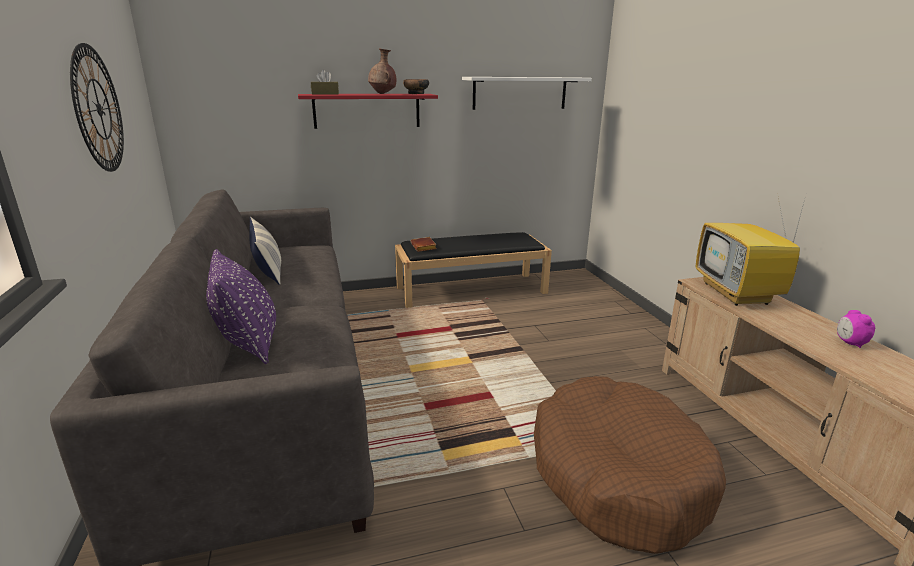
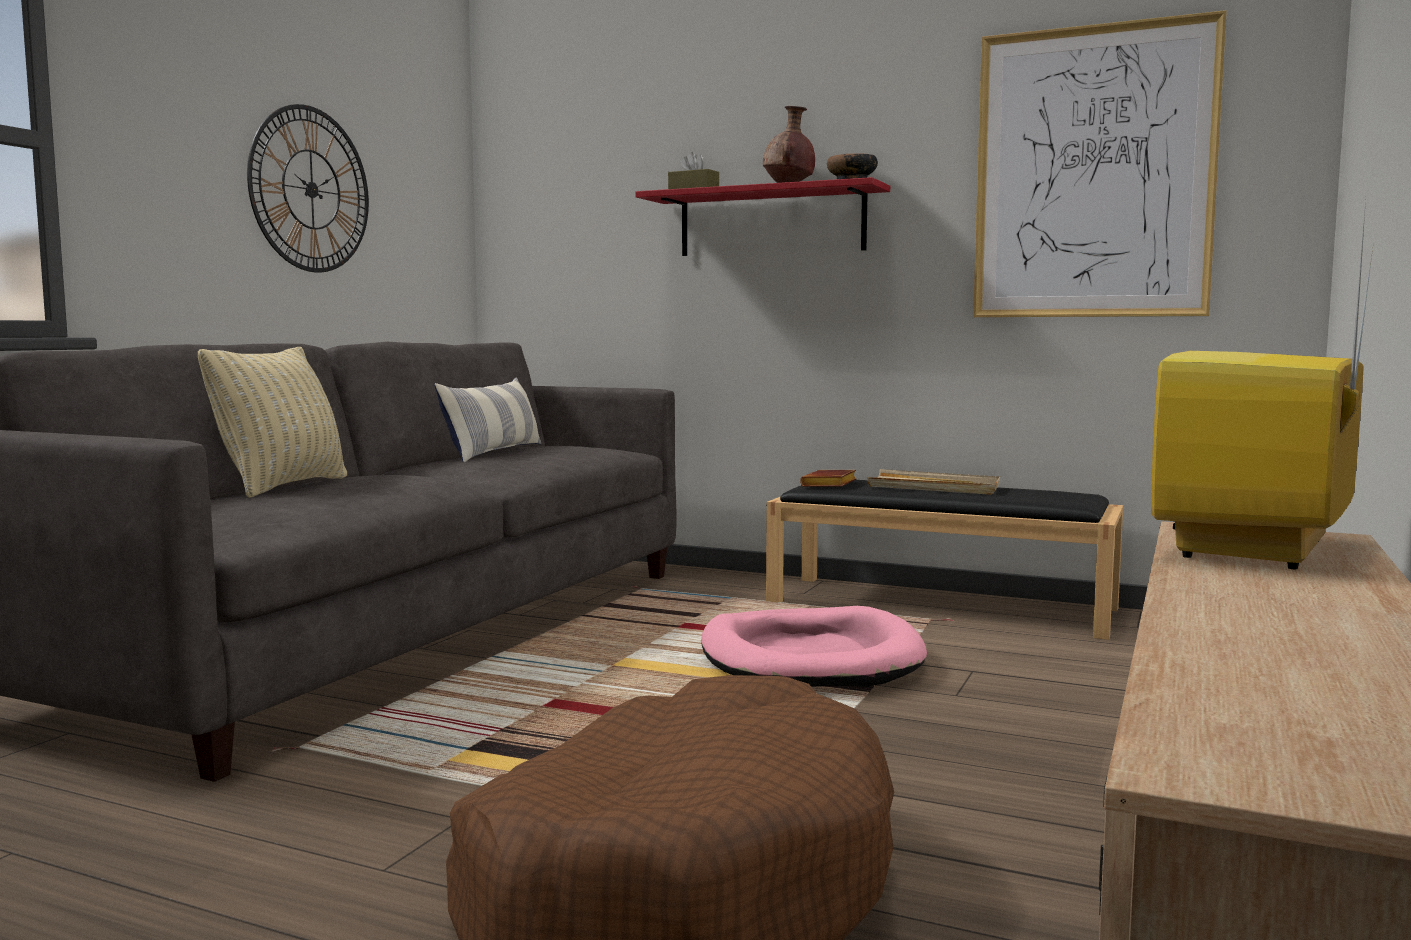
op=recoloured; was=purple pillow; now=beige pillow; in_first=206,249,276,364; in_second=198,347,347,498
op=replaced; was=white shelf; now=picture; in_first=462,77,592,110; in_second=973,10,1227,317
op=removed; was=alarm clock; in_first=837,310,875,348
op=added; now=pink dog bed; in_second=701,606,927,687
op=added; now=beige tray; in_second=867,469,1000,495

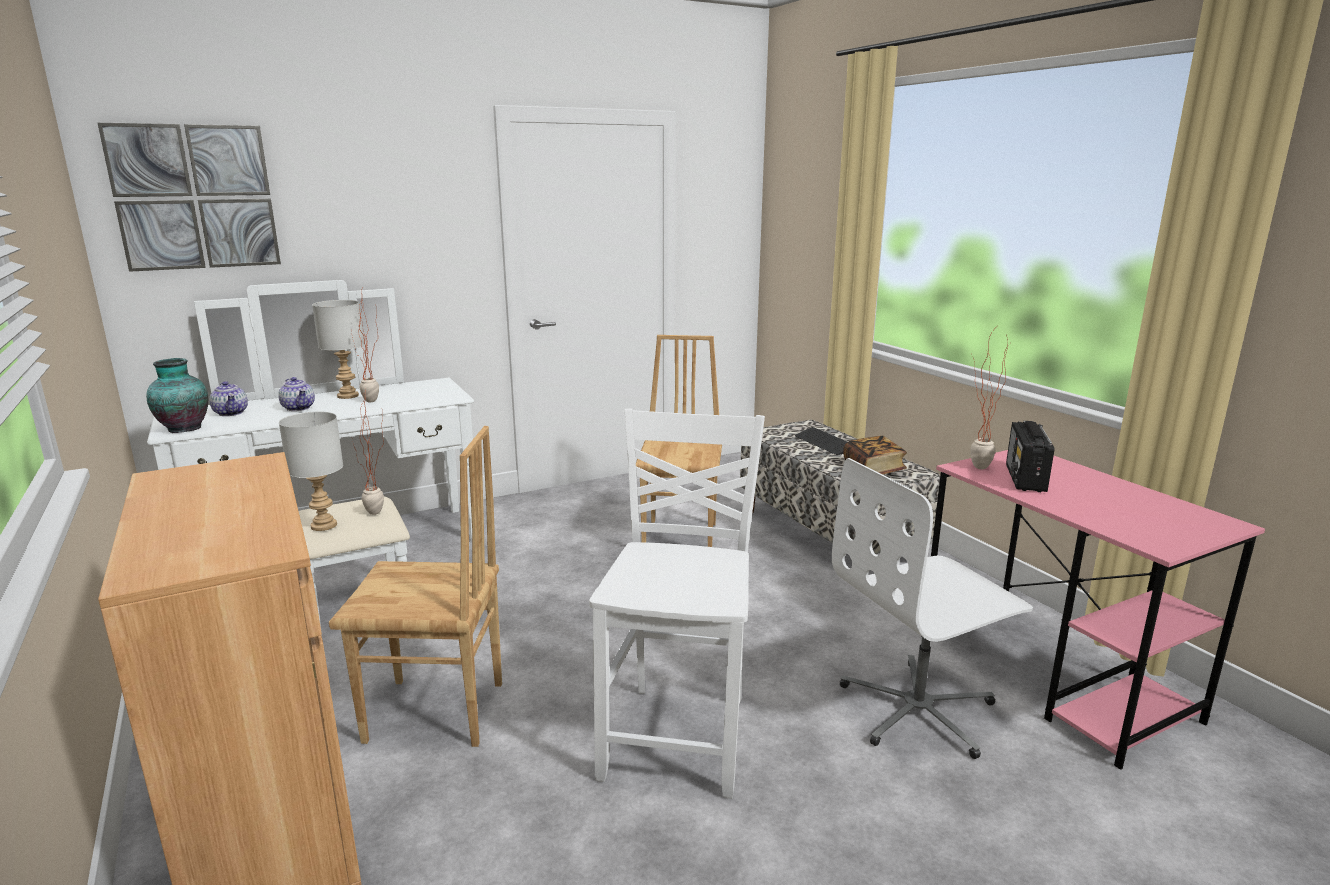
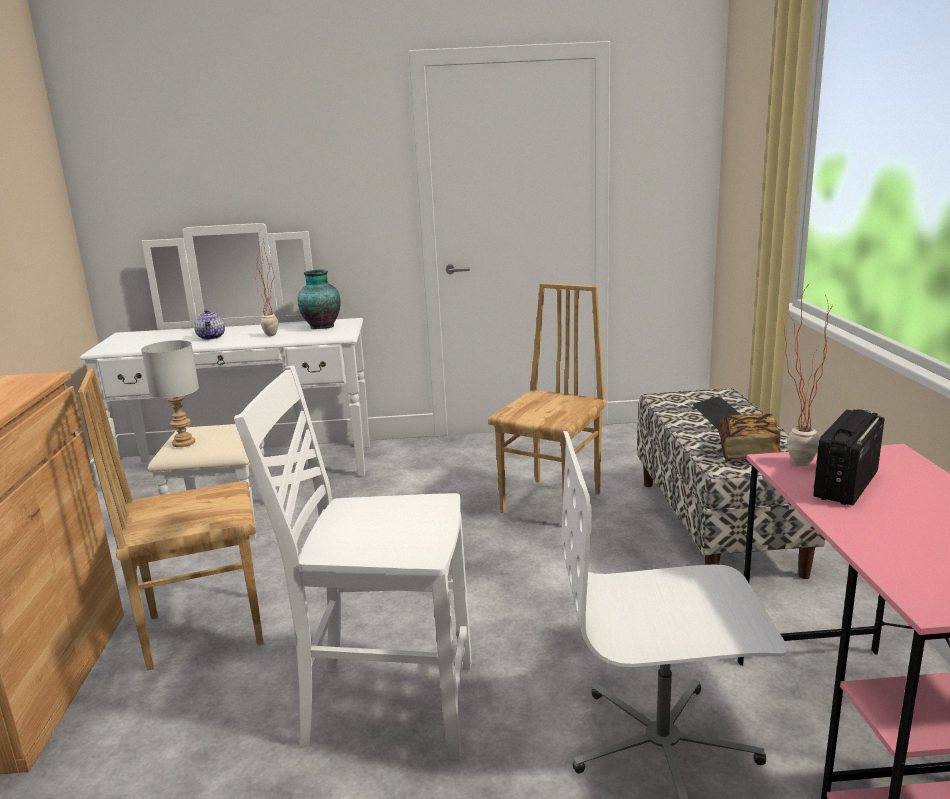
op=removed; was=picture; in_first=98,123,281,272
op=moved; was=vase; in_first=146,358,208,433; in_second=298,270,341,329
op=removed; was=teapot; in_first=209,381,248,416
op=removed; was=grey table lamp; in_first=312,300,364,399
op=turned; was=brown chair; in_first=329,426,502,747; in_second=78,367,264,671; clockwise=135
op=removed; was=potted plant; in_first=353,389,384,515
op=turned; was=white chair; in_first=589,408,765,799; in_second=234,365,472,759; clockwise=-120

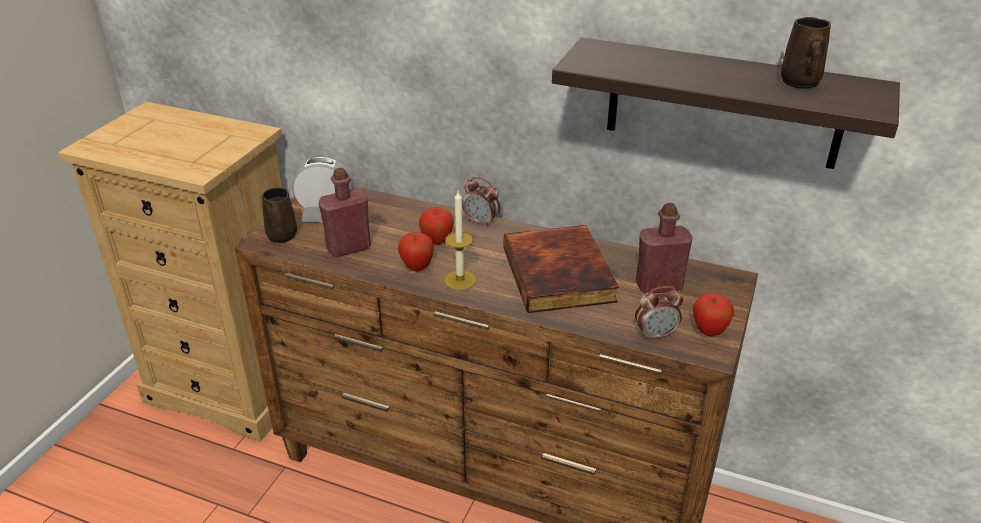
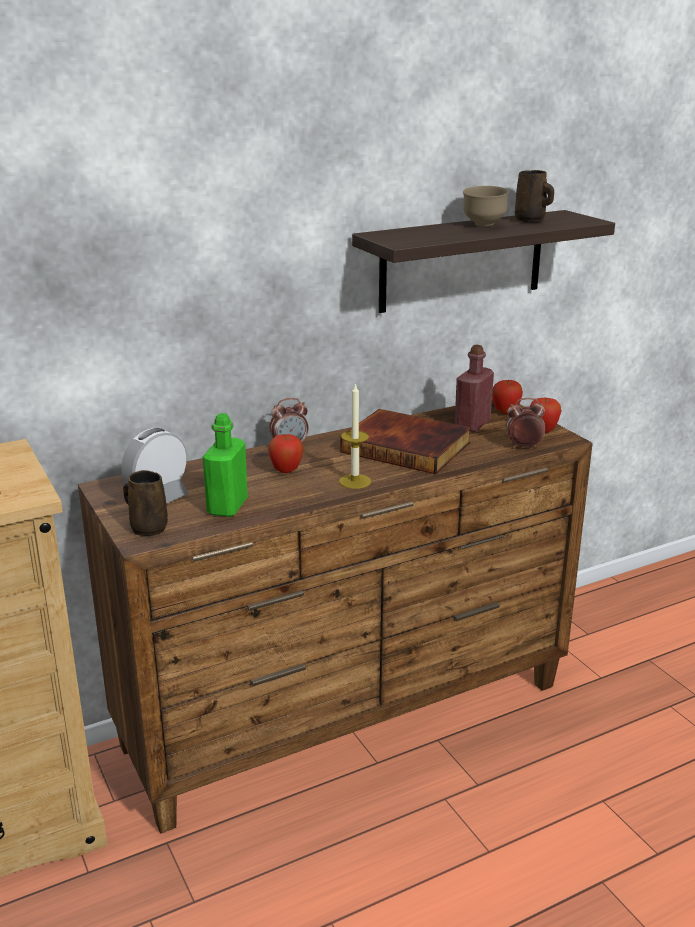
op=recoloured; was=red bottle; now=green bottle; in_first=318,168,371,257; in_second=203,413,248,517
op=moved; was=apple; in_first=398,232,434,272; in_second=492,380,523,414
op=turned; was=alarm clock; in_first=635,286,683,341; in_second=506,398,545,448; clockwise=-120
op=added; now=brown bowl; in_second=463,186,509,227

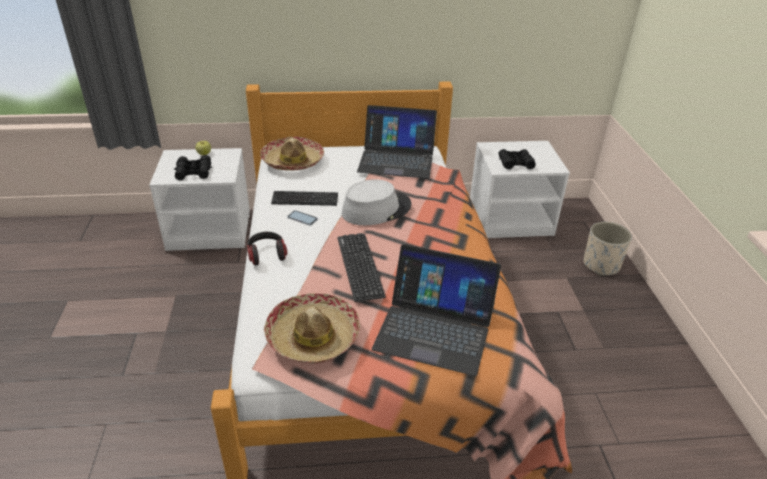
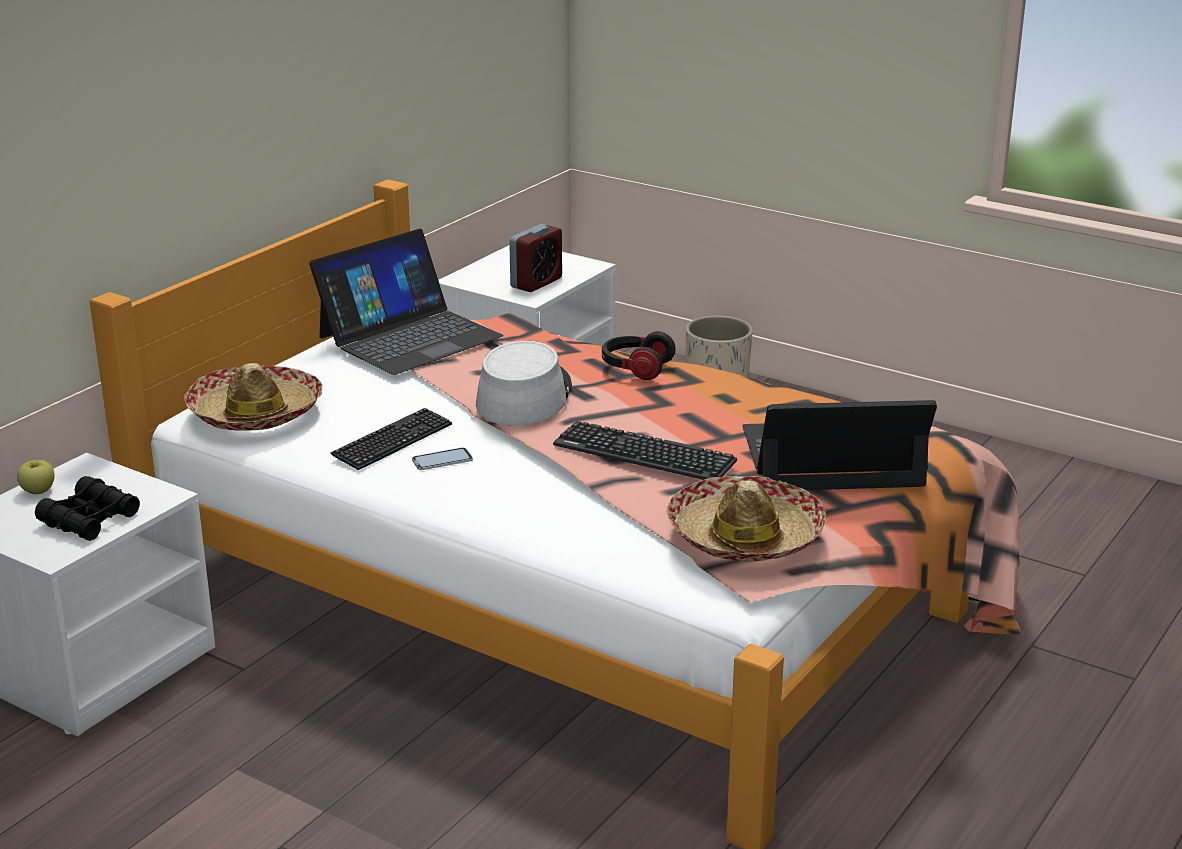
op=moved; was=headphones; in_first=247,232,287,265; in_second=602,331,676,380
op=turned; was=laptop; in_first=372,244,501,376; in_second=742,400,937,490; clockwise=-150
op=replaced; was=black binoculars; now=alarm clock; in_first=499,149,536,169; in_second=509,224,562,292

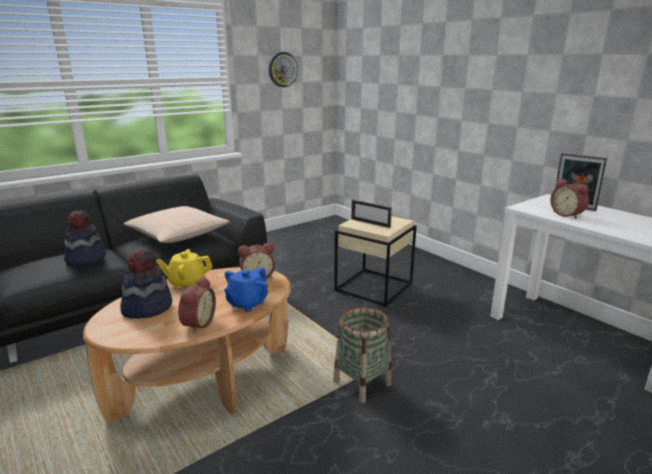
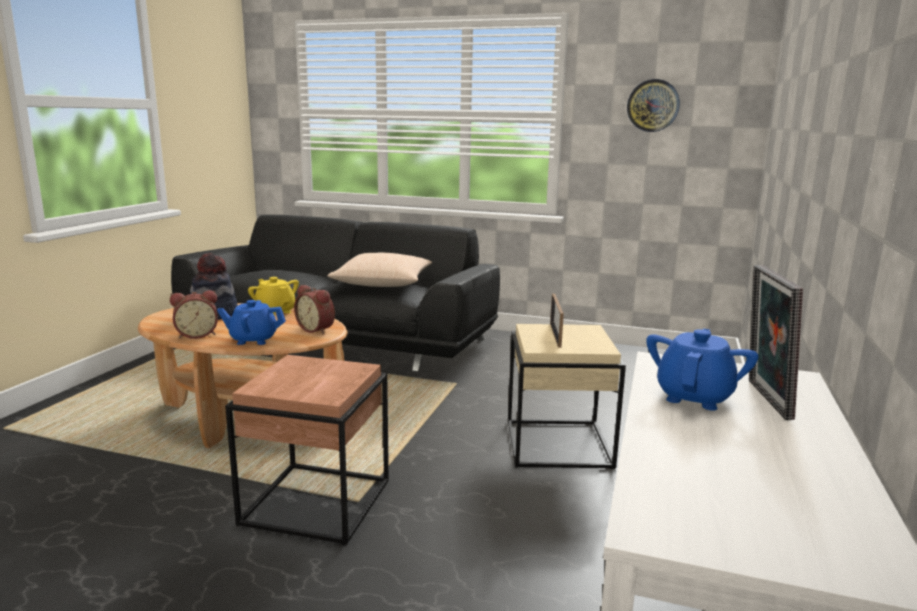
op=removed; was=hat; in_first=64,210,106,266
op=replaced; was=basket; now=brown side table; in_first=333,307,392,403; in_second=225,355,389,545
op=replaced; was=alarm clock; now=blue teapot; in_first=551,178,589,219; in_second=646,329,759,411

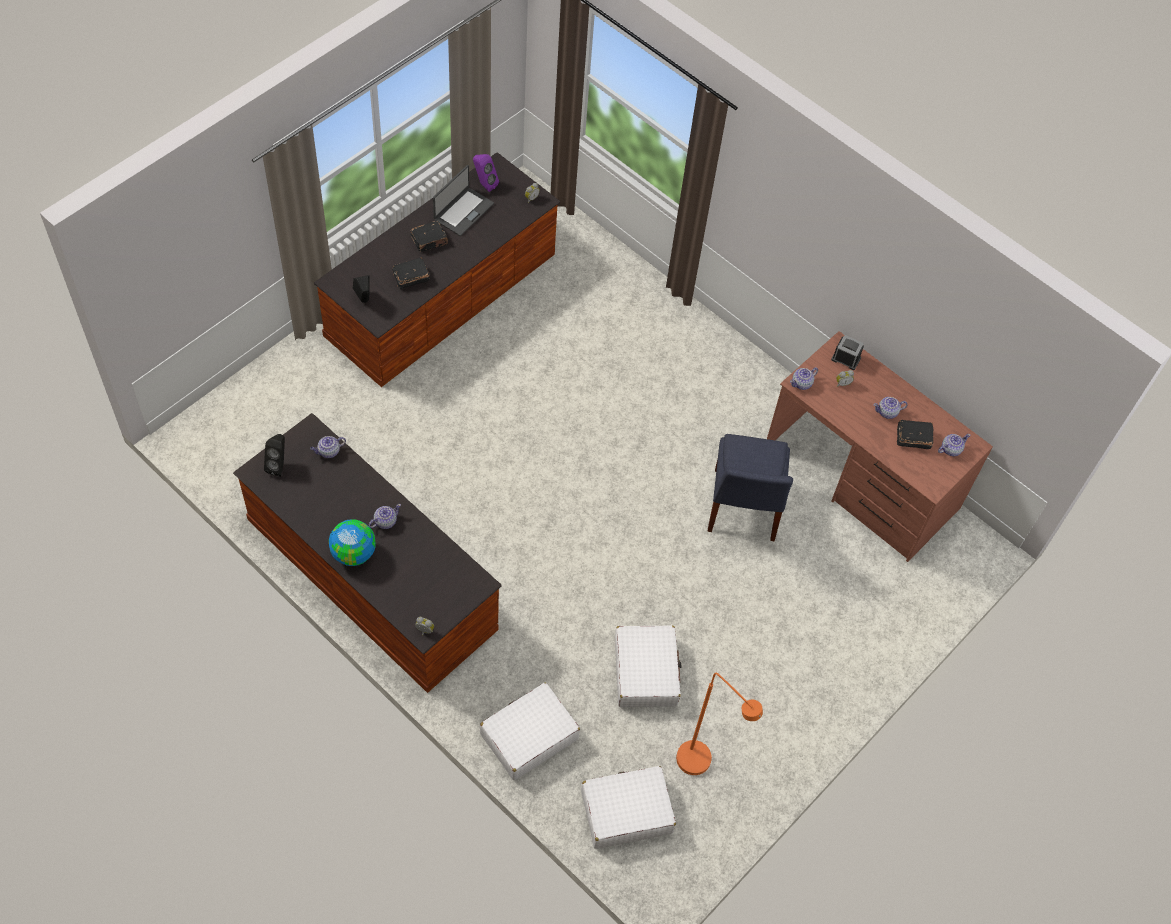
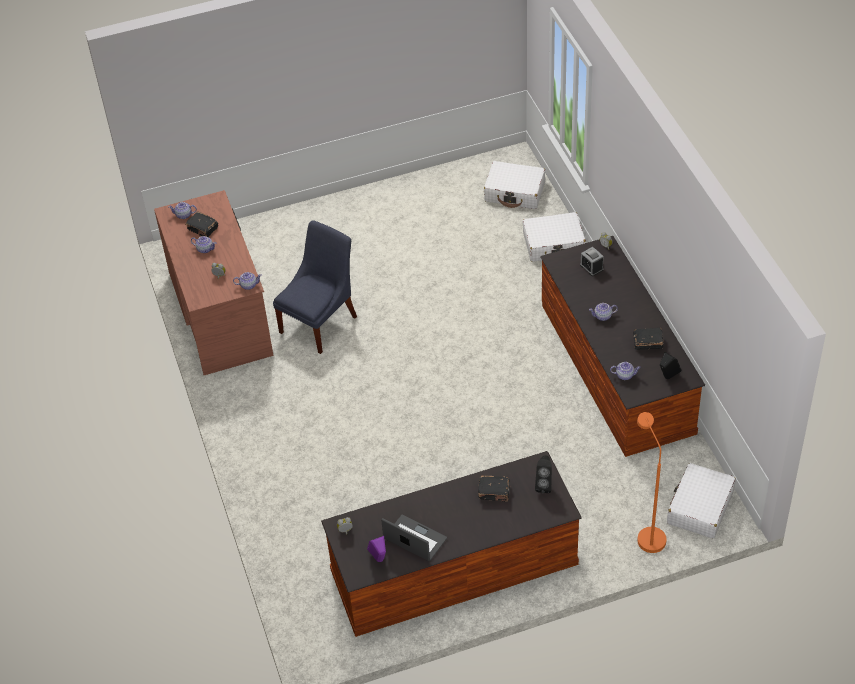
op=removed; was=globe; in_first=329,519,376,566
op=moved; was=black book; in_first=410,221,448,252; in_second=633,328,663,350
op=turned; was=laptop; in_first=433,165,494,236; in_second=381,515,447,561; clockwise=60
op=moved; was=white suitcase; in_first=615,625,682,707; in_second=667,463,736,539
op=moved; was=orange floor lamp; in_first=676,673,763,775; in_second=637,412,667,553
op=moved; was=alarm clock; in_first=831,335,864,370; in_second=580,247,604,276

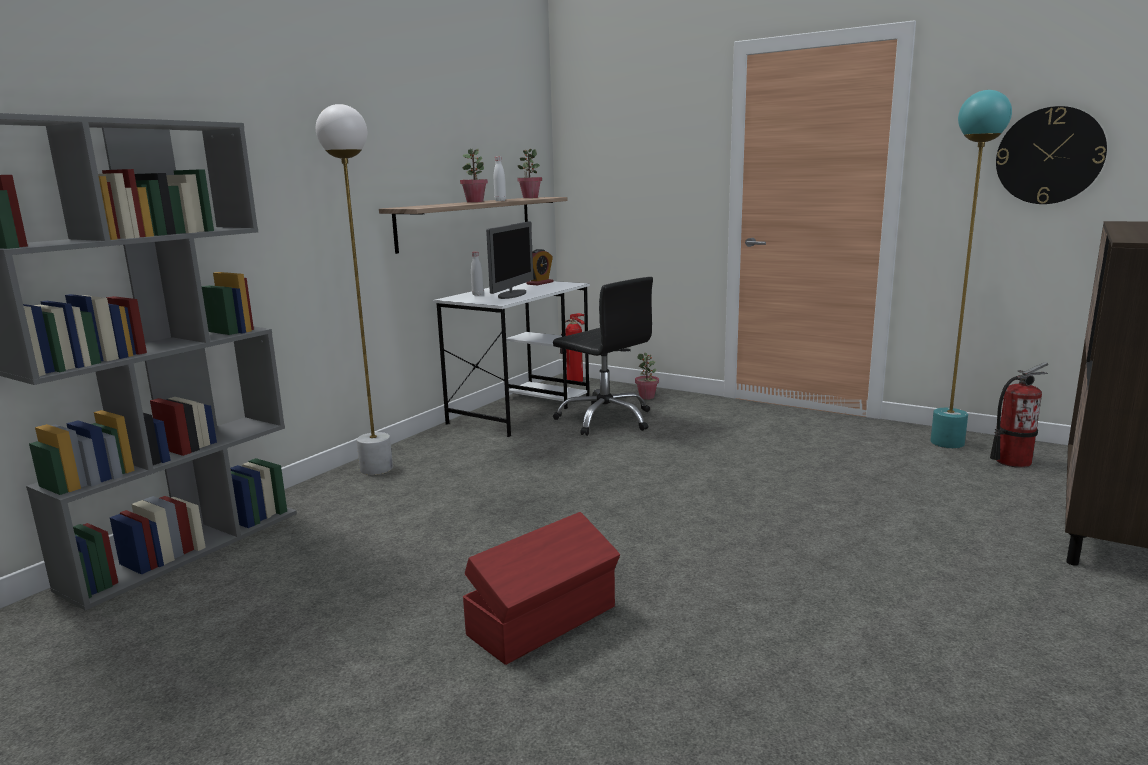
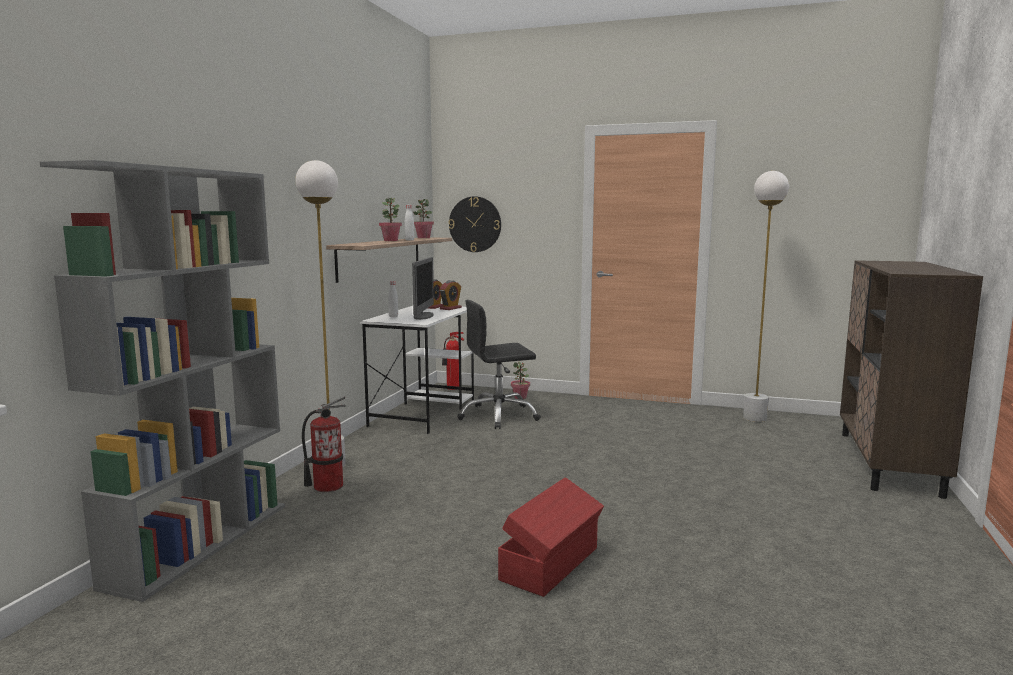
op=turned; was=black office chair; in_first=553,277,653,436; in_second=457,300,541,429; clockwise=135
op=recoloured; was=turquoise floor lamp; now=white floor lamp; in_first=930,90,1012,449; in_second=743,171,789,422
op=moved; was=fire extinguisher; in_first=990,362,1048,468; in_second=302,396,347,492
op=moved; was=wall clock; in_first=996,106,1107,204; in_second=449,196,501,252
op=added; now=alarm clock; in_second=440,280,462,310

